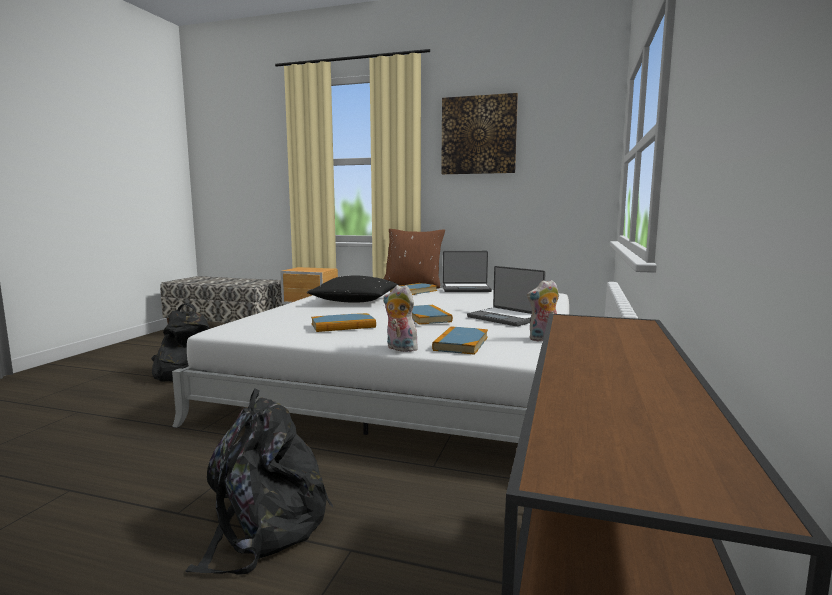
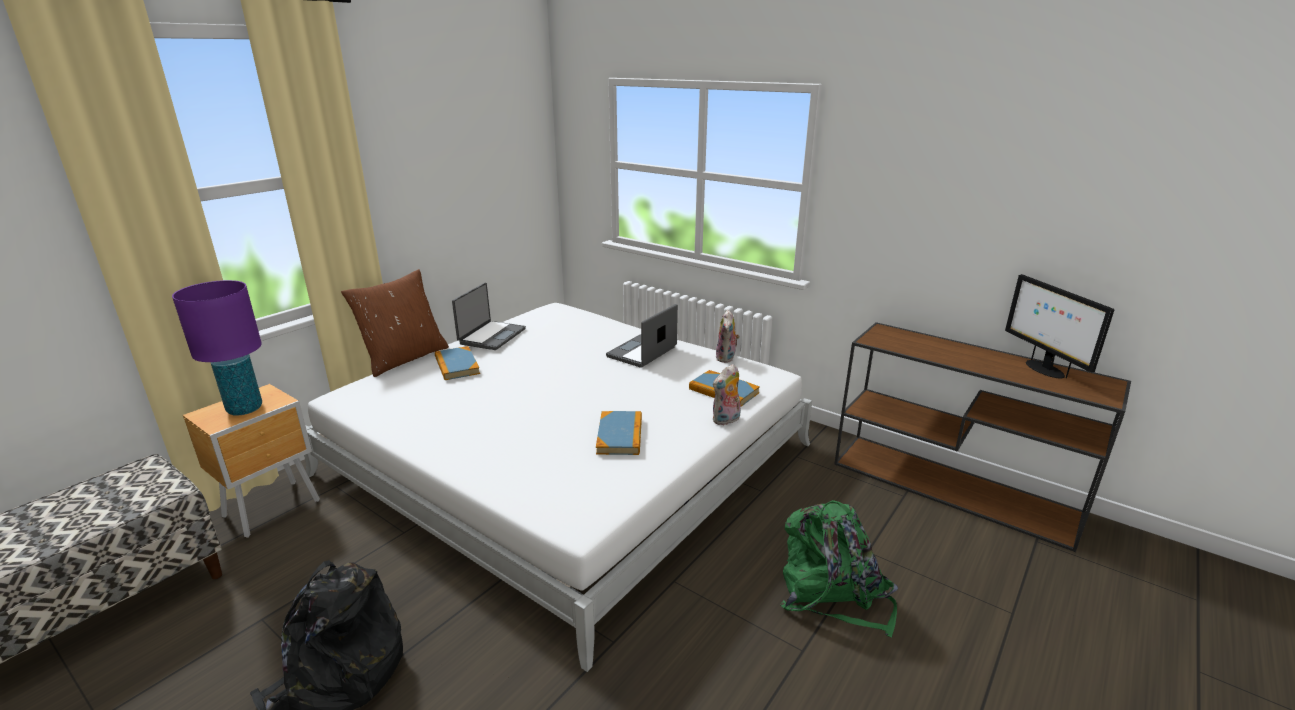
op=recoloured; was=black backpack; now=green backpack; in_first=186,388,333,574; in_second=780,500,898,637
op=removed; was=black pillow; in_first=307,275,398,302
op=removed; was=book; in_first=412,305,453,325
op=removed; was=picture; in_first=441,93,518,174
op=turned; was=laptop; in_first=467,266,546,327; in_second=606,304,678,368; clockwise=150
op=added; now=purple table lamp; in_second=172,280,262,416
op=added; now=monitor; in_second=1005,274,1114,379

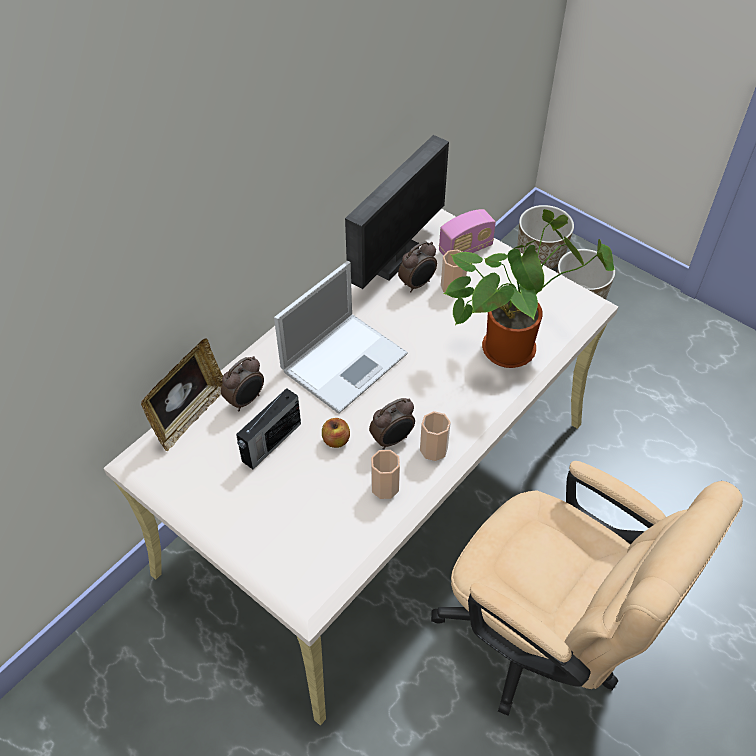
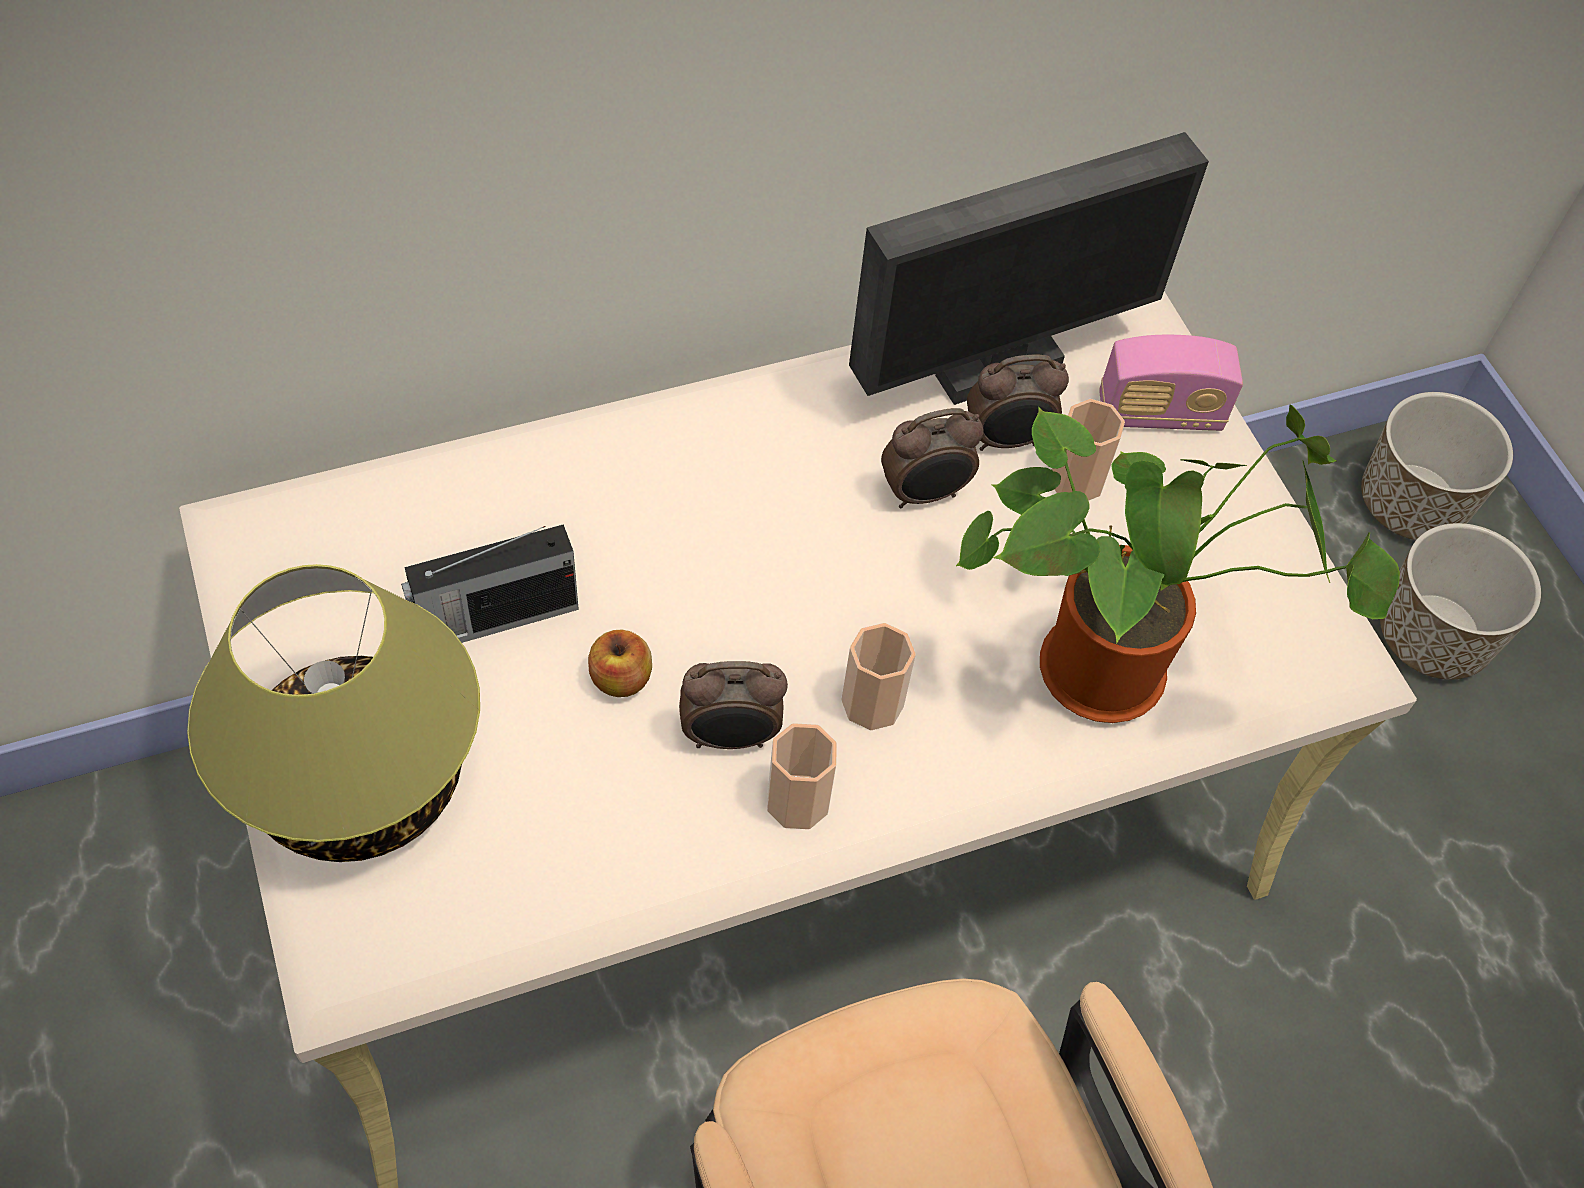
op=removed; was=picture frame; in_first=141,339,223,451
op=moved; was=alarm clock; in_first=221,356,264,411; in_second=881,408,984,508
op=removed; was=laptop; in_first=274,261,408,414
op=moved; was=cup; in_first=371,450,400,499; in_second=841,623,916,730
op=added; now=table lamp; in_second=187,564,480,862

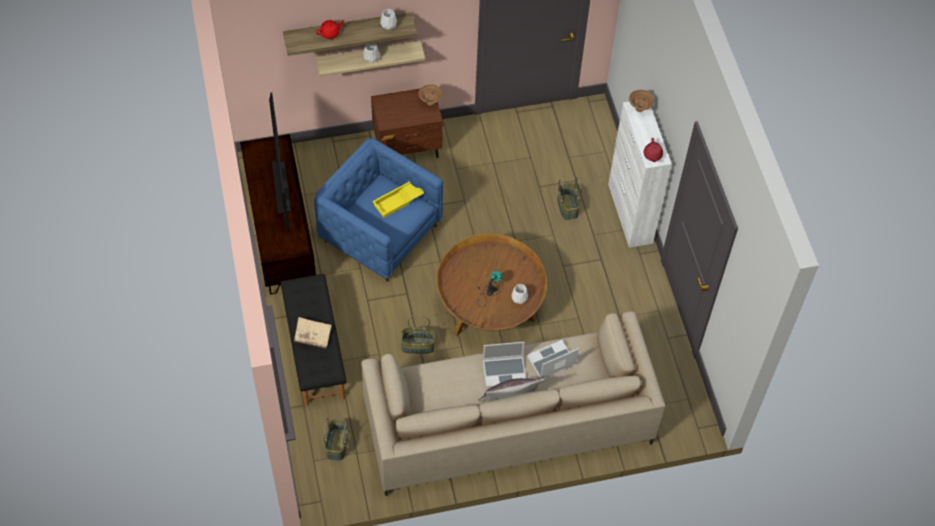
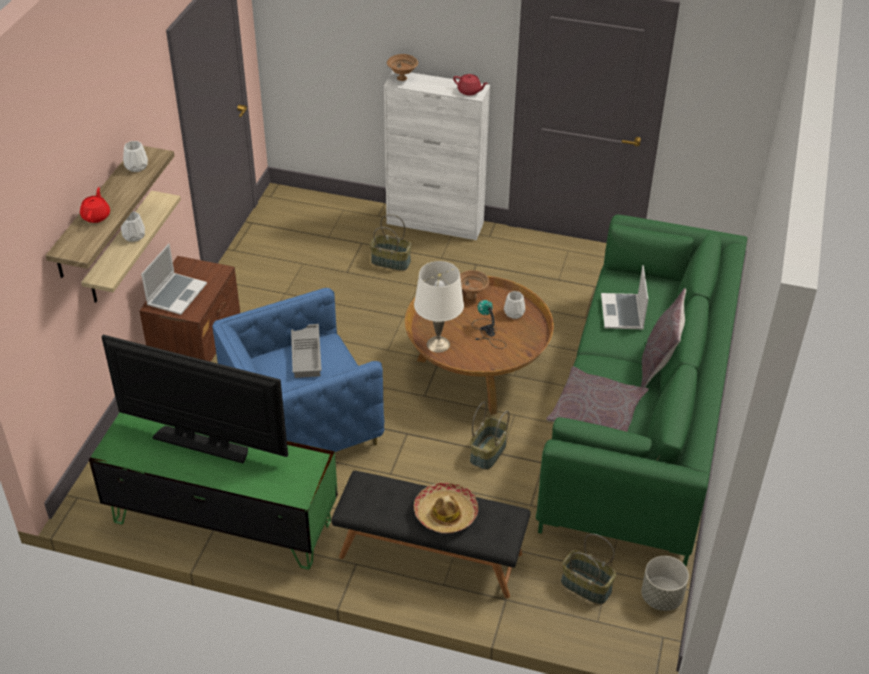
op=recoloured; was=brown tv stand; now=green tv stand; in_first=240,134,316,295; in_second=89,412,338,570
op=replaced; was=beige book; now=hat; in_first=294,317,331,349; in_second=414,482,478,533
op=recoloured; was=beige sofa; now=green sofa; in_first=361,311,666,496; in_second=536,215,747,567
op=recoloured; was=yellow tray; now=grey tray; in_first=372,181,424,218; in_second=291,324,322,378
op=moved; was=brown bowl; in_first=419,84,442,106; in_second=460,270,489,299
op=moved; was=laptop; in_first=483,342,526,387; in_second=141,244,207,315
op=added; now=white table lamp; in_second=414,261,464,353
op=added; now=grey pillow; in_second=546,366,649,432
op=added; now=grey planter; in_second=641,556,689,611

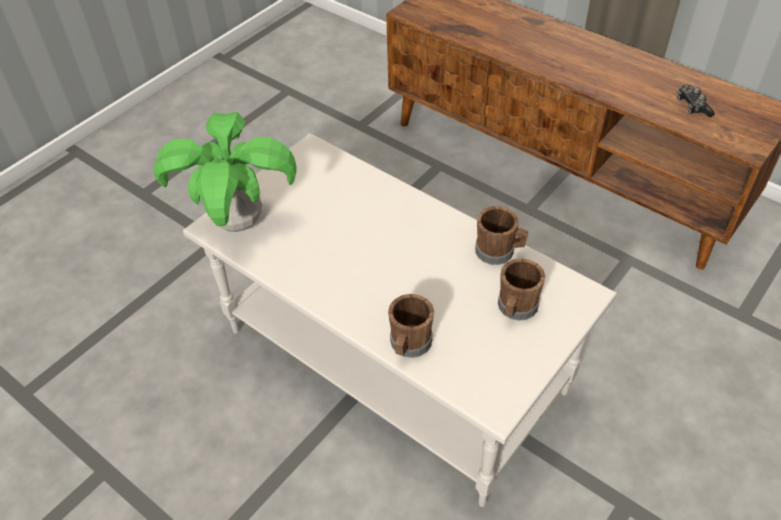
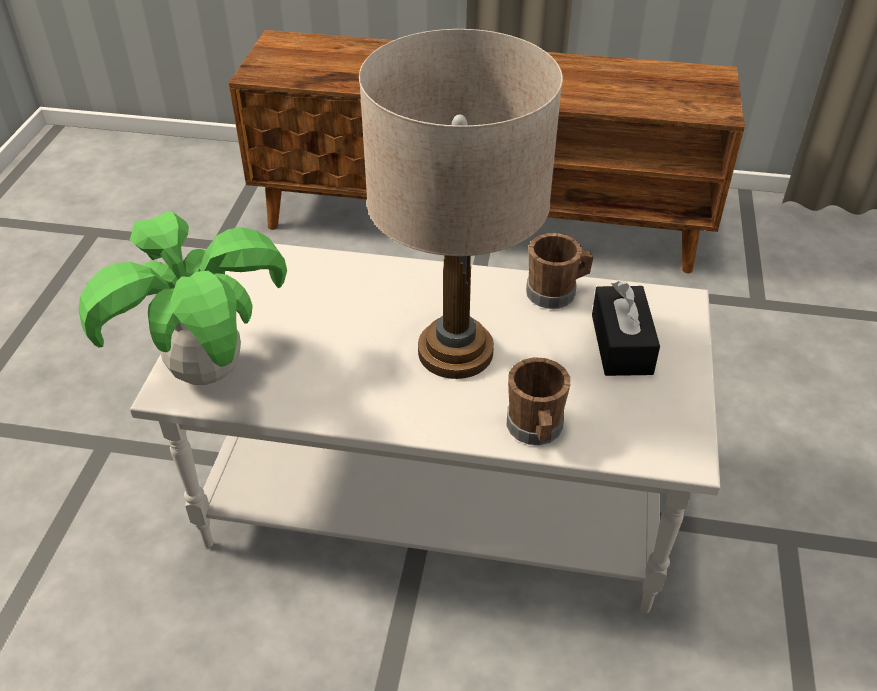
op=replaced; was=brown mug; now=black tissue box; in_first=498,258,545,321; in_second=592,281,660,376
op=removed; was=game controller; in_first=677,85,715,117
op=added; now=beige table lamp; in_second=359,29,563,379

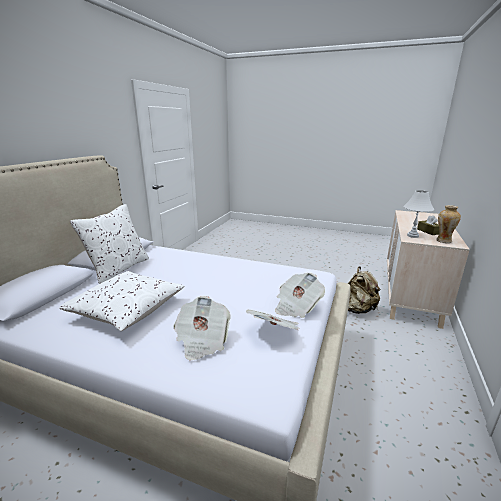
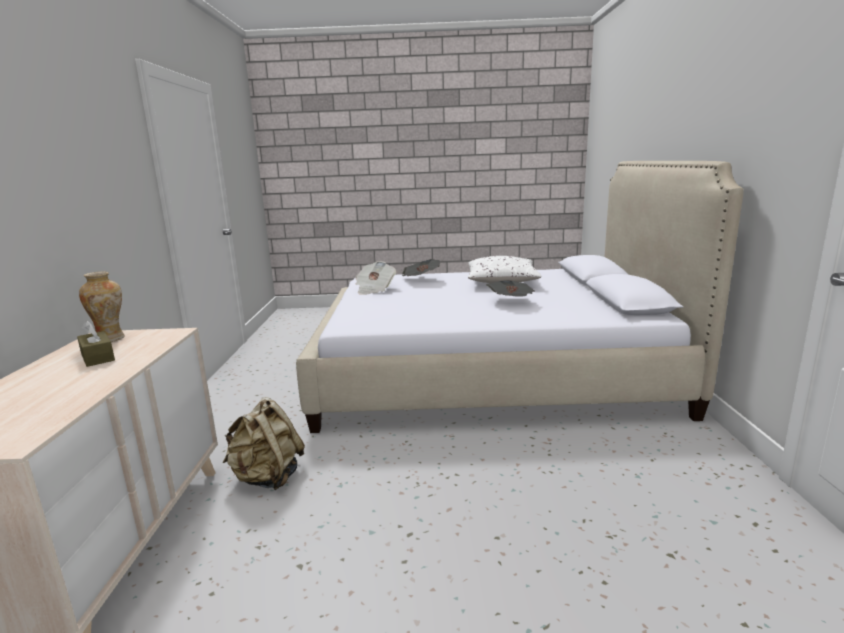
op=removed; was=white pillow; in_first=70,204,149,284
op=moved; was=newspaper; in_first=275,273,325,318; in_second=486,280,535,297
op=removed; was=white table lamp; in_first=403,190,434,238

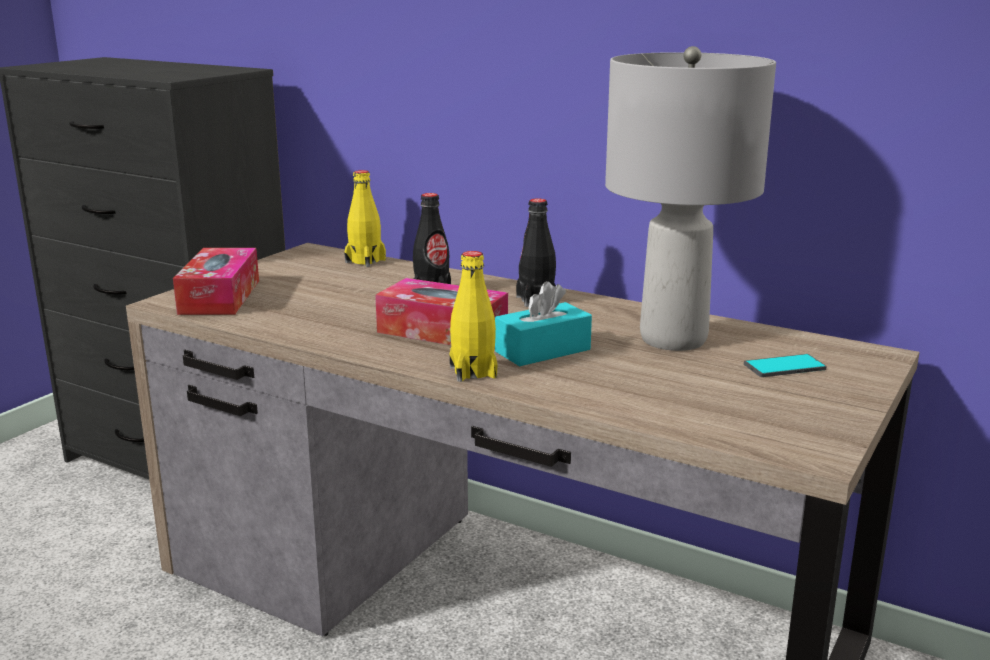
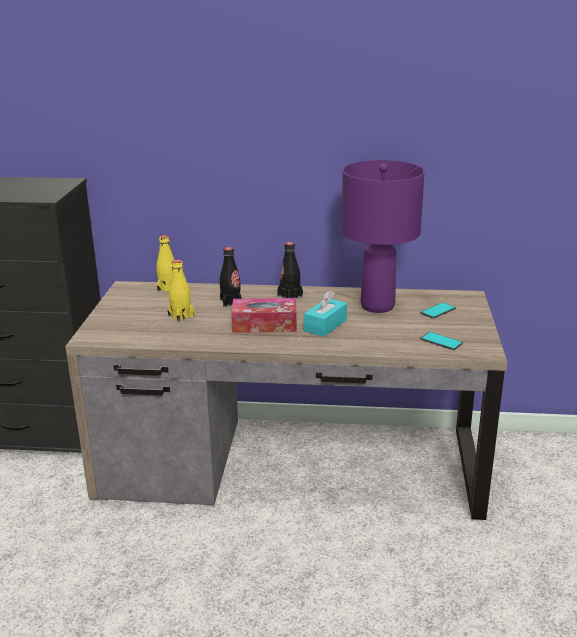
op=removed; was=tissue box; in_first=173,248,259,315
op=moved; was=yellow bottle; in_first=450,251,497,382; in_second=168,259,194,322
op=recoloured; was=grey table lamp; now=purple table lamp; in_first=605,46,776,351; in_second=341,160,425,313
op=added; now=phone; in_second=420,332,463,350

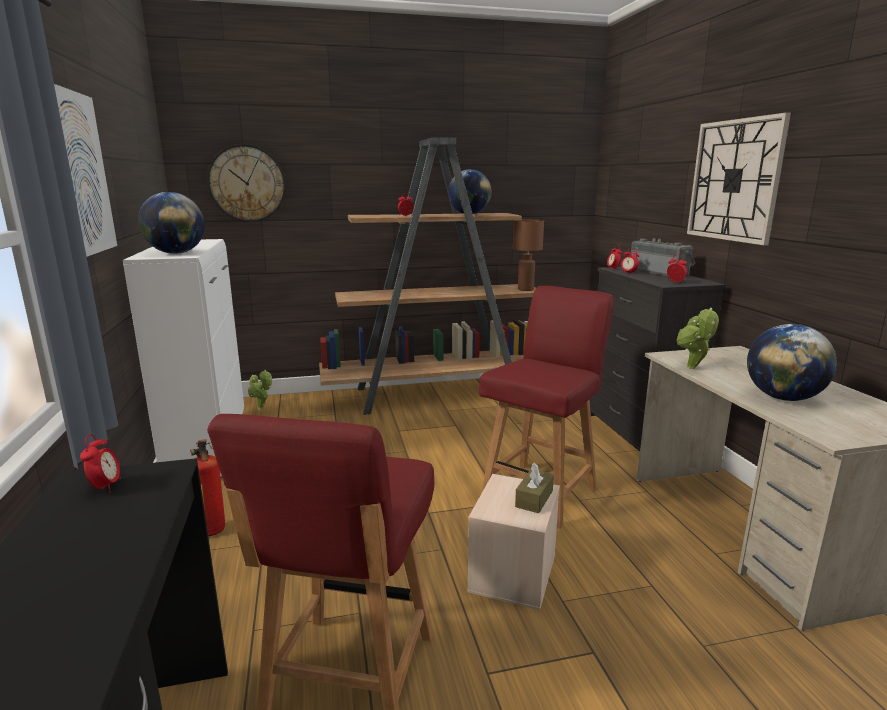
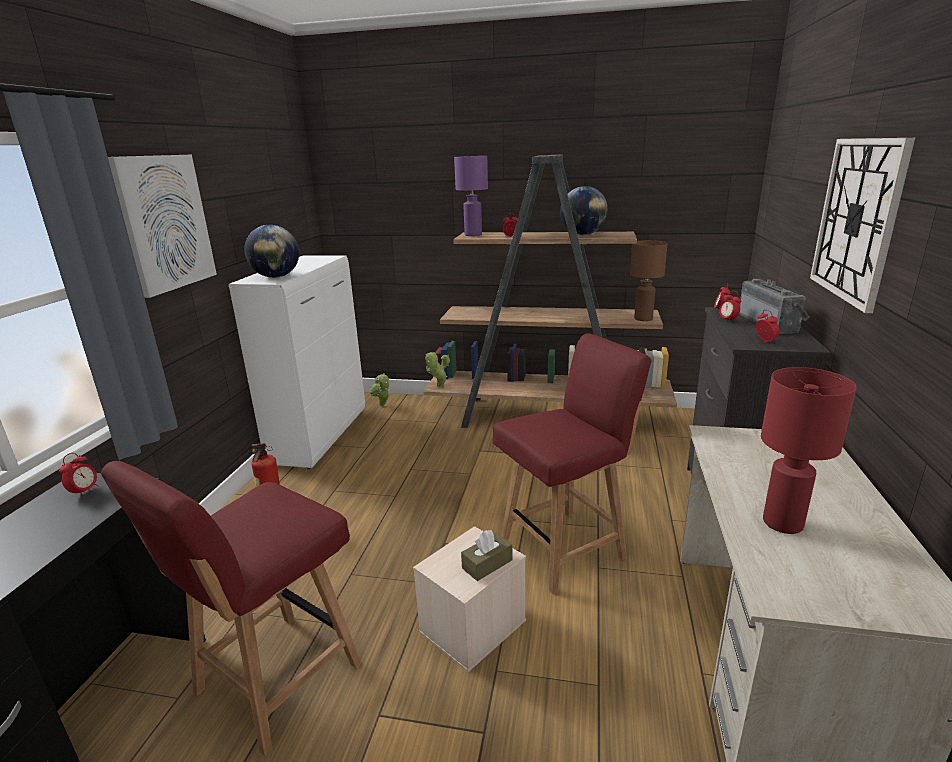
op=removed; was=wall clock; in_first=207,144,286,222
op=moved; was=potted plant; in_first=677,308,719,369; in_second=425,352,450,388
op=replaced; was=globe; now=red table lamp; in_first=747,324,837,401; in_second=761,367,857,534
op=added; now=purple table lamp; in_second=454,156,488,236

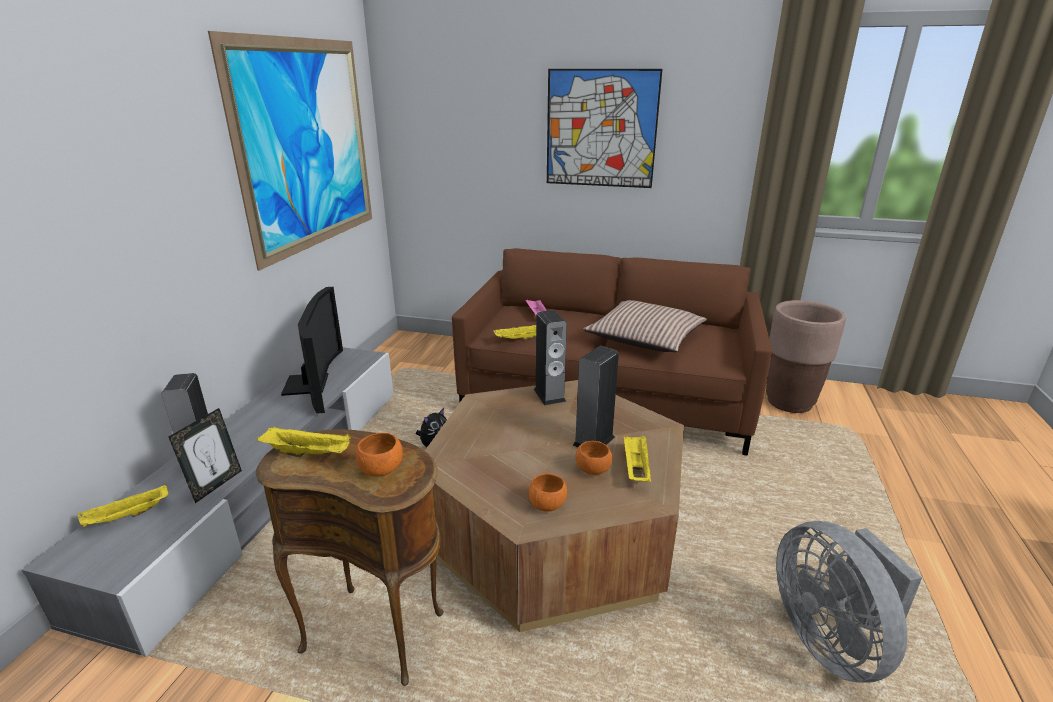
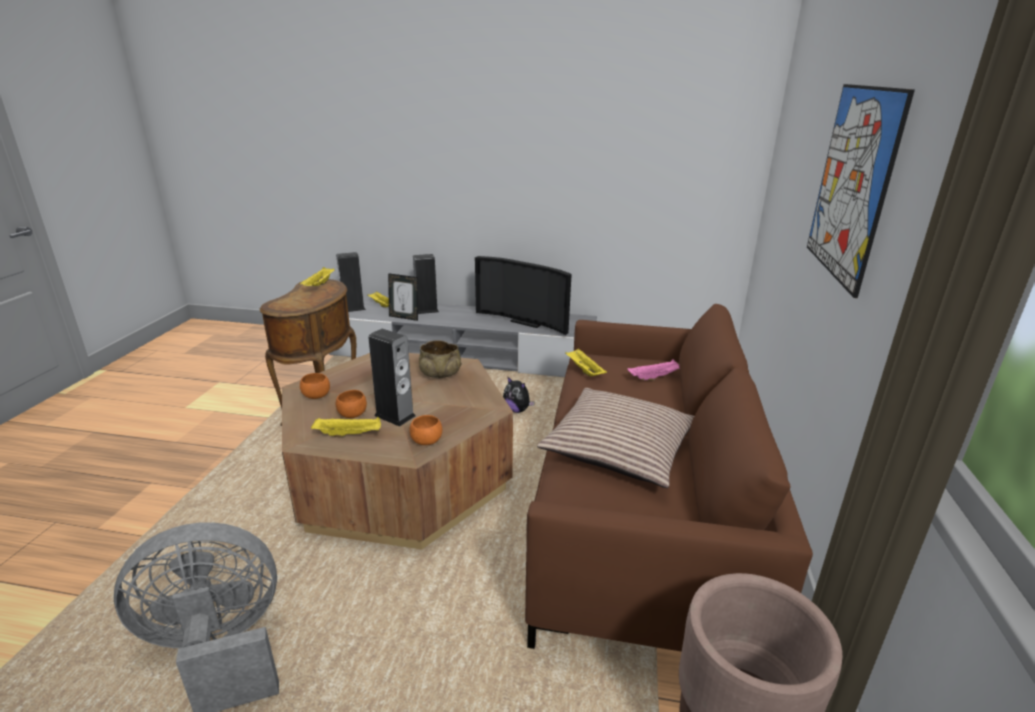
op=removed; was=picture; in_first=208,31,372,271
op=turned; was=television; in_first=281,287,343,414; in_second=475,256,572,335; clockwise=45
op=moved; was=orange bowl; in_first=356,433,403,477; in_second=409,415,442,445
op=moved; was=speaker; in_first=534,310,567,405; in_second=336,252,366,312
op=added; now=beige bowl; in_second=419,340,462,378

